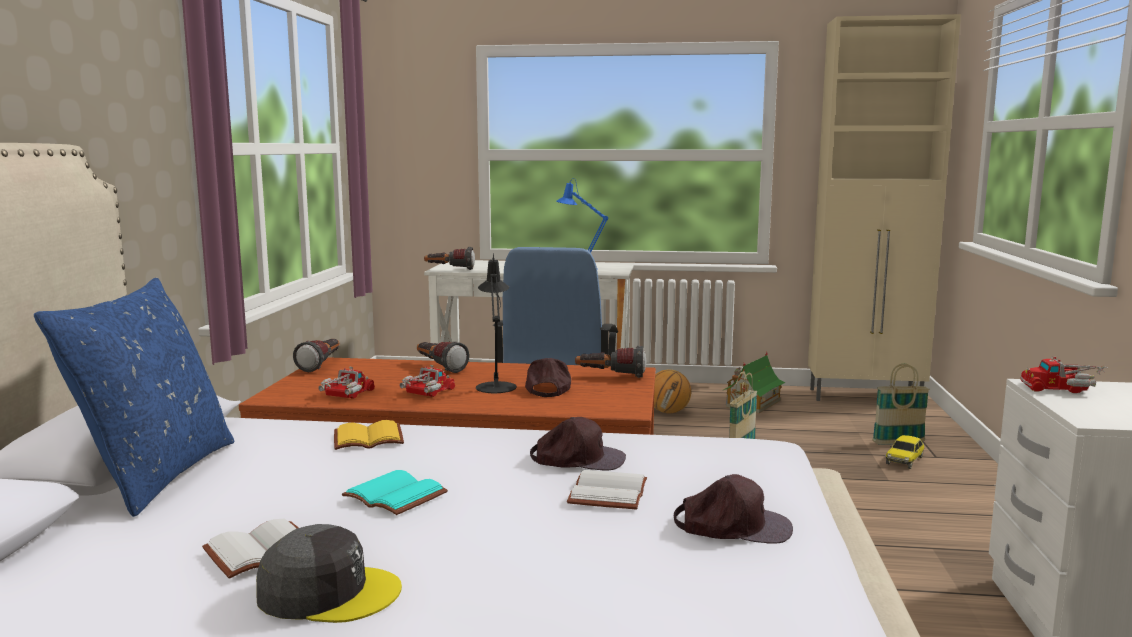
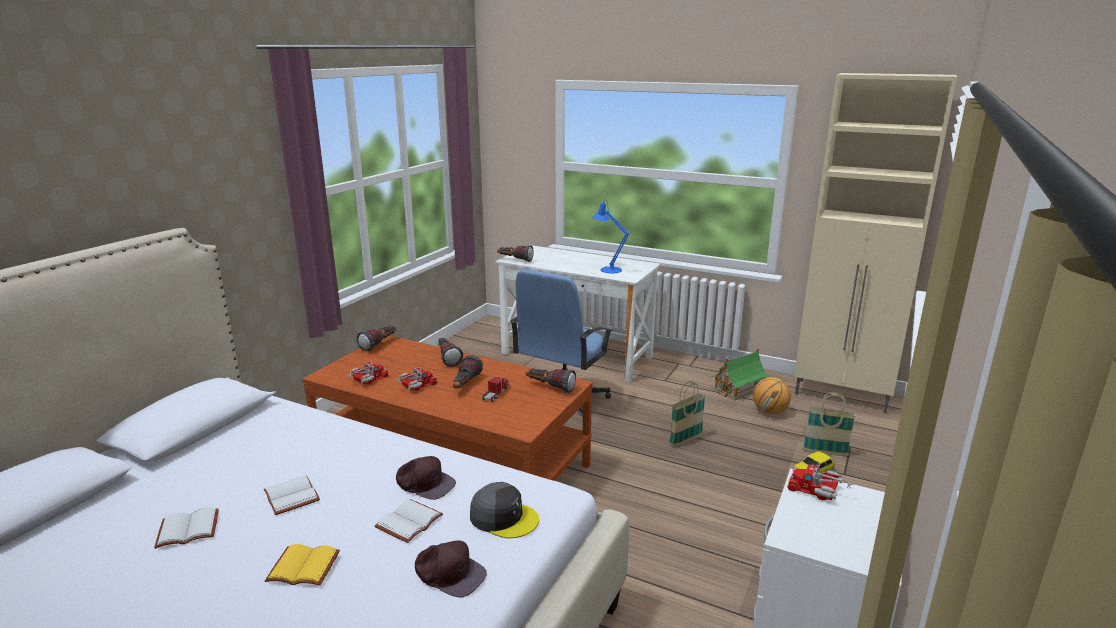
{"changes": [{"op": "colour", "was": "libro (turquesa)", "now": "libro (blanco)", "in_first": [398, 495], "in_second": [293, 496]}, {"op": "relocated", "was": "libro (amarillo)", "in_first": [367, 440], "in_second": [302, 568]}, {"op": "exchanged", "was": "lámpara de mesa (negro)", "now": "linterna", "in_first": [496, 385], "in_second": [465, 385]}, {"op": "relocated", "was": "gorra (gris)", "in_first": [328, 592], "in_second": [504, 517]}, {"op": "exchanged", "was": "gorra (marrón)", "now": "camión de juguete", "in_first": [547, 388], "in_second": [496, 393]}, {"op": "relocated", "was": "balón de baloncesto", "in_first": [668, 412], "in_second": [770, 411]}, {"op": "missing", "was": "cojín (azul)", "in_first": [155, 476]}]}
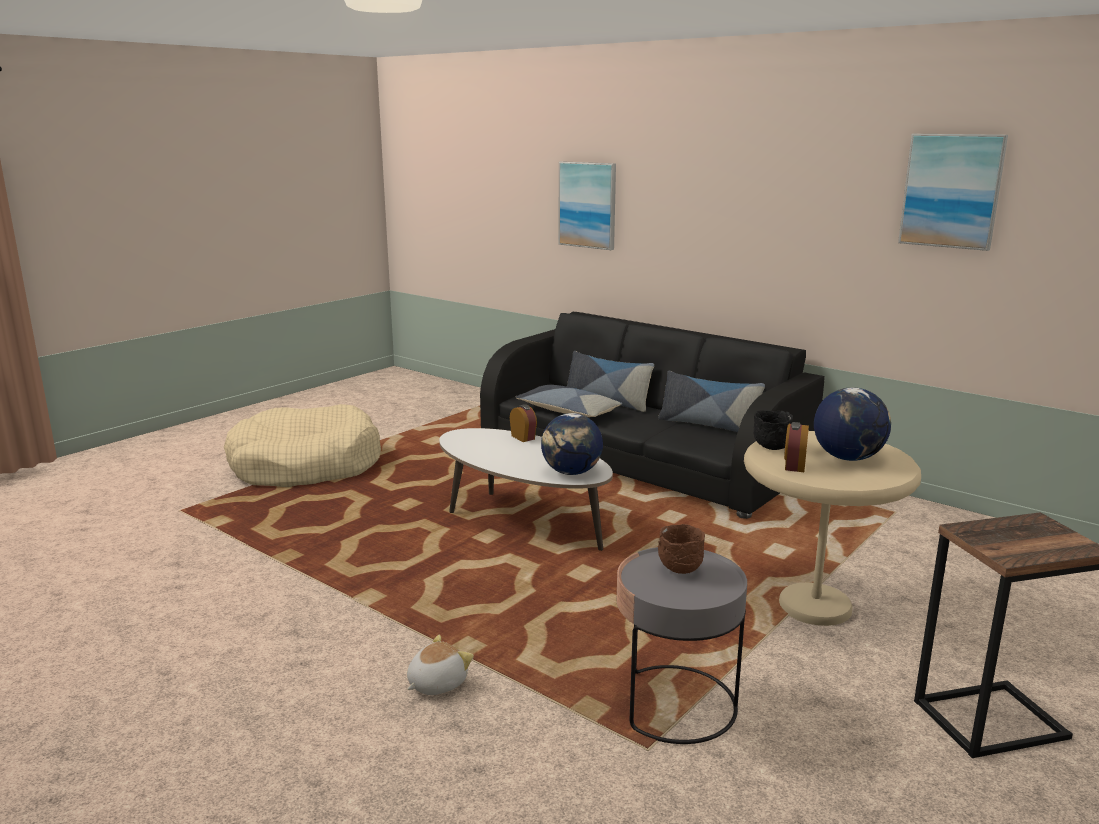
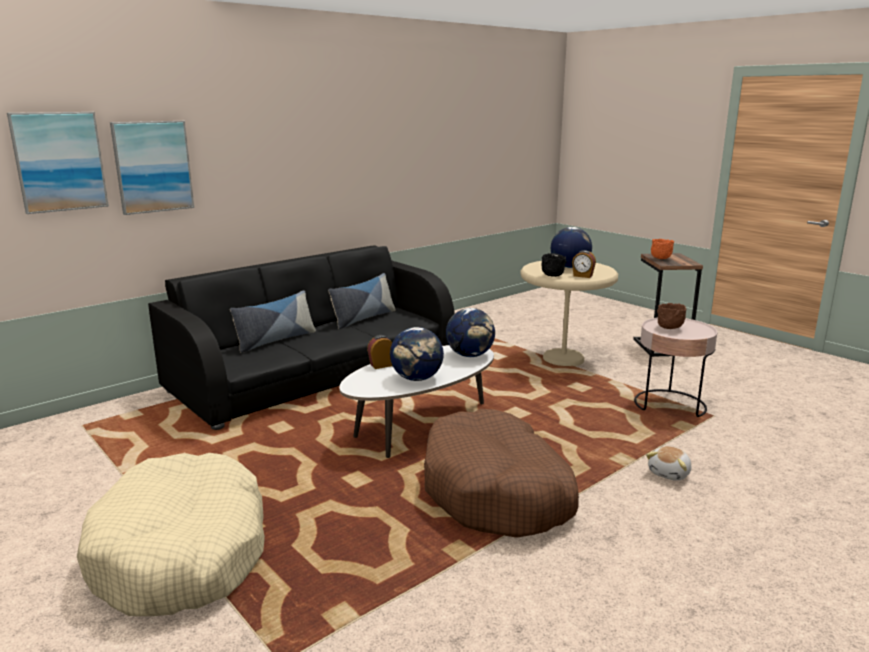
{"changes": [{"op": "relocated", "was": "cuadro", "in_first": [951, 191], "in_second": [59, 161]}, {"op": "appeared", "now": "globo terráqueo", "in_second": [417, 379]}, {"op": "appeared", "now": "cama para perro (marrón)", "in_second": [497, 492]}, {"op": "colour", "was": "mesa auxiliar (gris)", "now": "mesa auxiliar (rosa)", "in_first": [675, 704], "in_second": [670, 405]}, {"op": "spun", "was": "peluche", "in_first": [436, 683], "in_second": [670, 473], "clockwise": -105}, {"op": "appeared", "now": "cuenco (naranja)", "in_second": [660, 259]}, {"op": "missing", "was": "cojín", "in_first": [568, 411]}]}
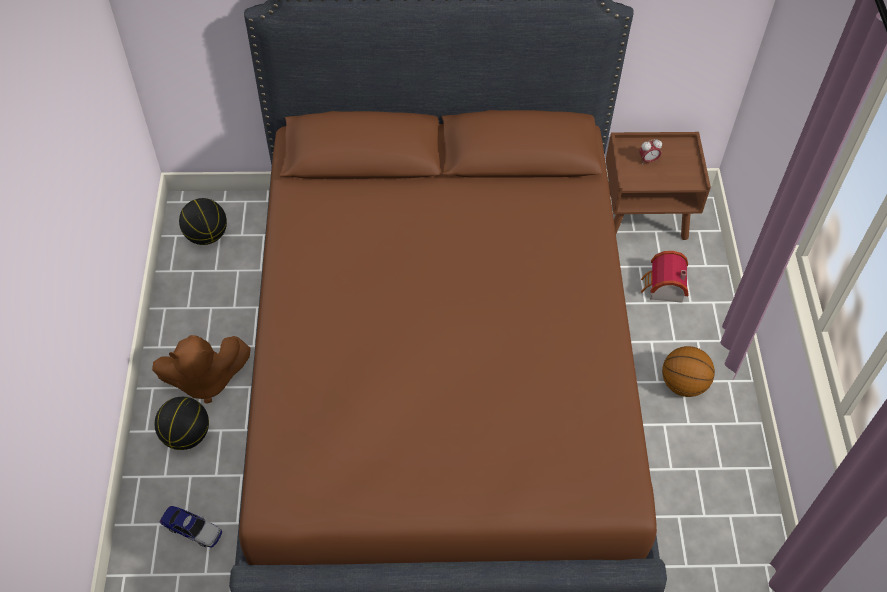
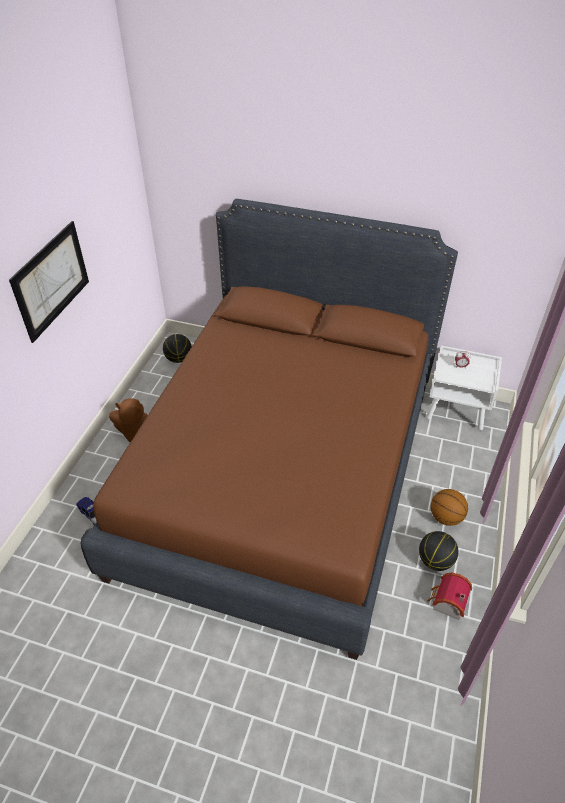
{"changes": [{"op": "appeared", "now": "cuadro", "in_second": [51, 280]}, {"op": "relocated", "was": "balón de baloncesto", "in_first": [186, 435], "in_second": [435, 561]}, {"op": "colour", "was": "mesita de noche (marrón)", "now": "mesita de noche (blanco)", "in_first": [645, 217], "in_second": [456, 411]}, {"op": "relocated", "was": "casita", "in_first": [663, 288], "in_second": [447, 603]}]}
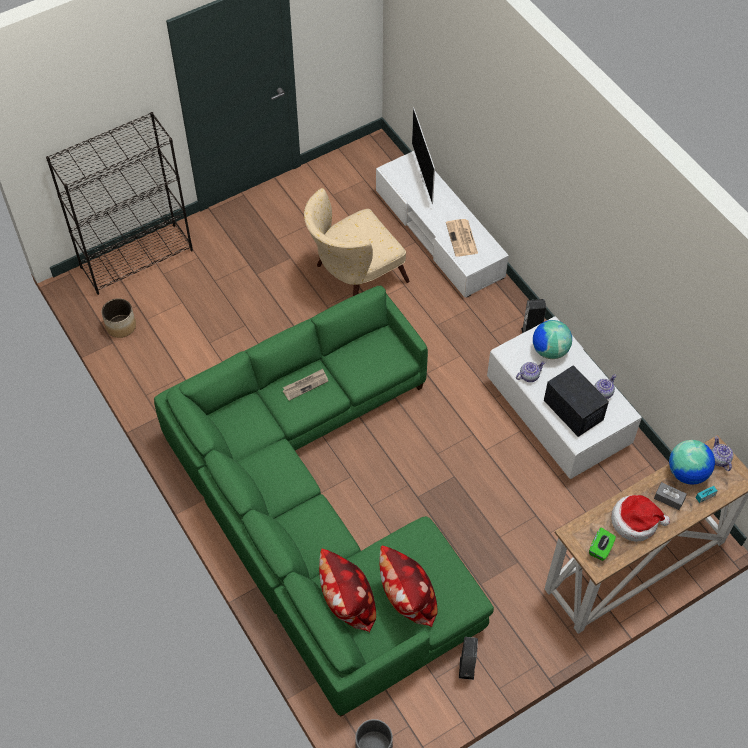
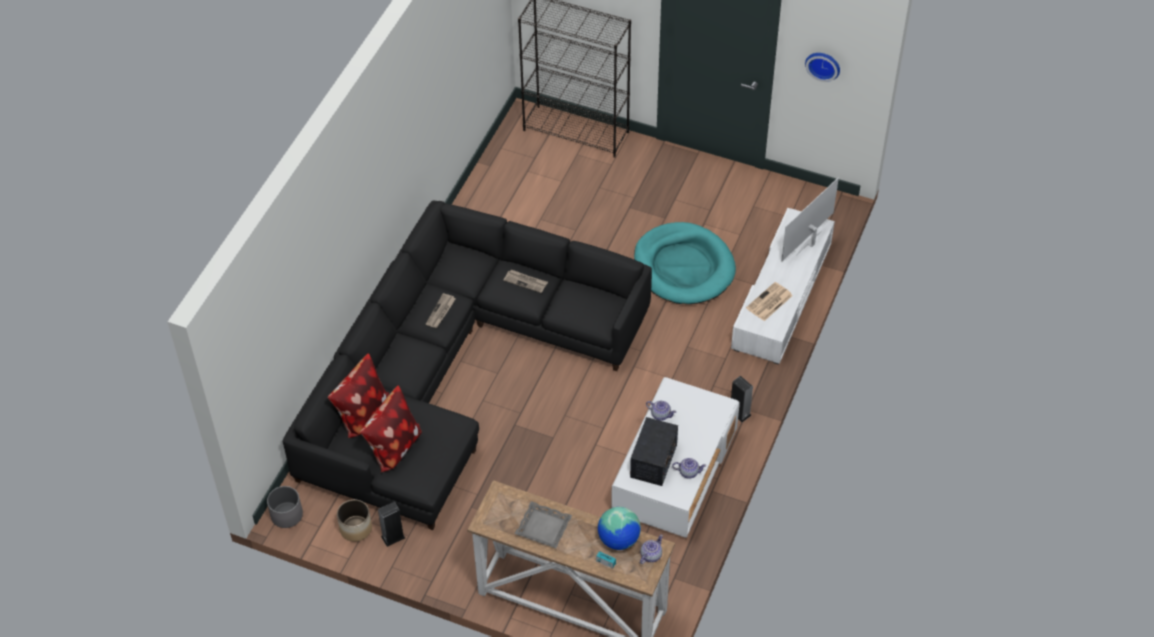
{"changes": [{"op": "colour", "was": "sofá (verde)", "now": "sofá (negro)", "in_first": [320, 508], "in_second": [454, 371]}, {"op": "relocated", "was": "maceta", "in_first": [121, 326], "in_second": [356, 528]}, {"op": "appeared", "now": "periódico", "in_second": [440, 312]}, {"op": "exchanged", "was": "sombrero", "now": "bandeja (gris)", "in_first": [635, 521], "in_second": [543, 527]}, {"op": "exchanged", "was": "sillón (beis)", "now": "cama para perro (turquesa)", "in_first": [353, 277], "in_second": [683, 267]}, {"op": "appeared", "now": "reloj de pared", "in_second": [823, 64]}, {"op": "missing", "was": "globo terráqueo", "in_first": [549, 350]}, {"op": "missing", "was": "caja de pañuelos (verde)", "in_first": [600, 549]}, {"op": "missing", "was": "caja de pañuelos (gris)", "in_first": [669, 499]}]}
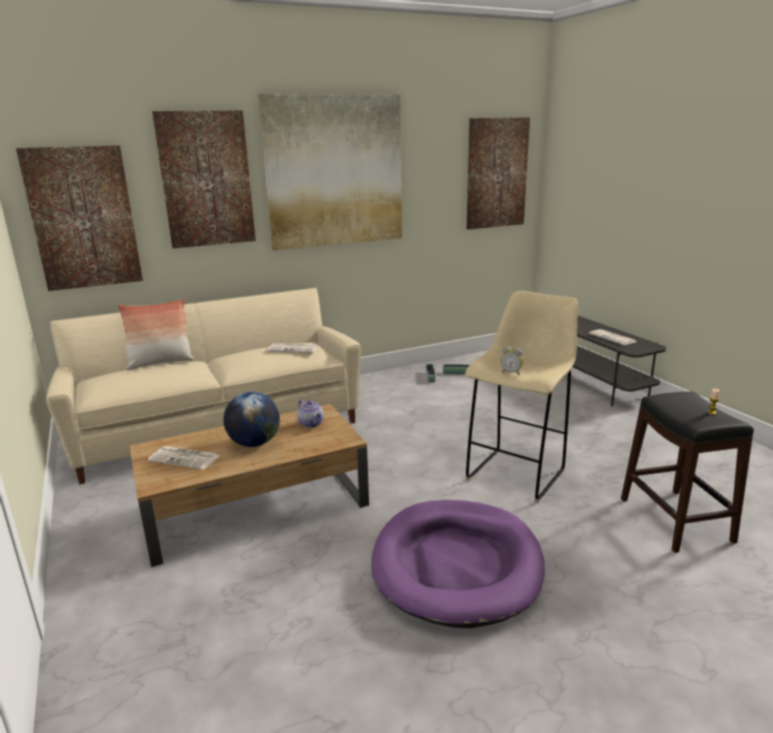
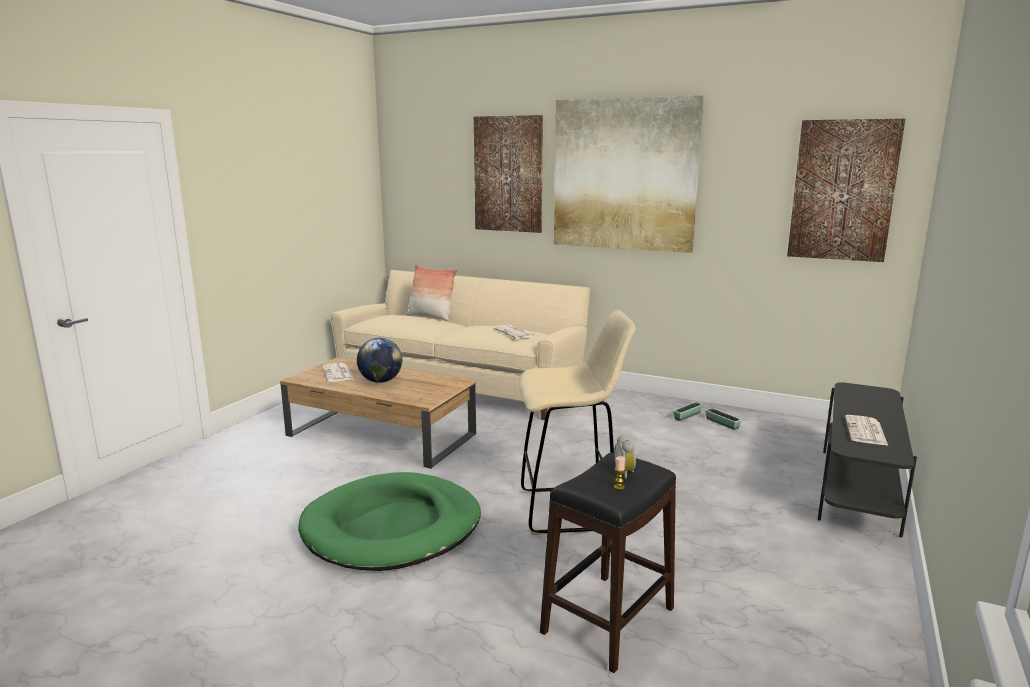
{"changes": [{"op": "colour", "was": "cama para perro (morado)", "now": "cama para perro (verde)", "in_first": [456, 565], "in_second": [392, 527]}, {"op": "relocated", "was": "despertador", "in_first": [511, 373], "in_second": [625, 473]}, {"op": "missing", "was": "cuadro", "in_first": [83, 218]}, {"op": "missing", "was": "tetera", "in_first": [311, 423]}]}
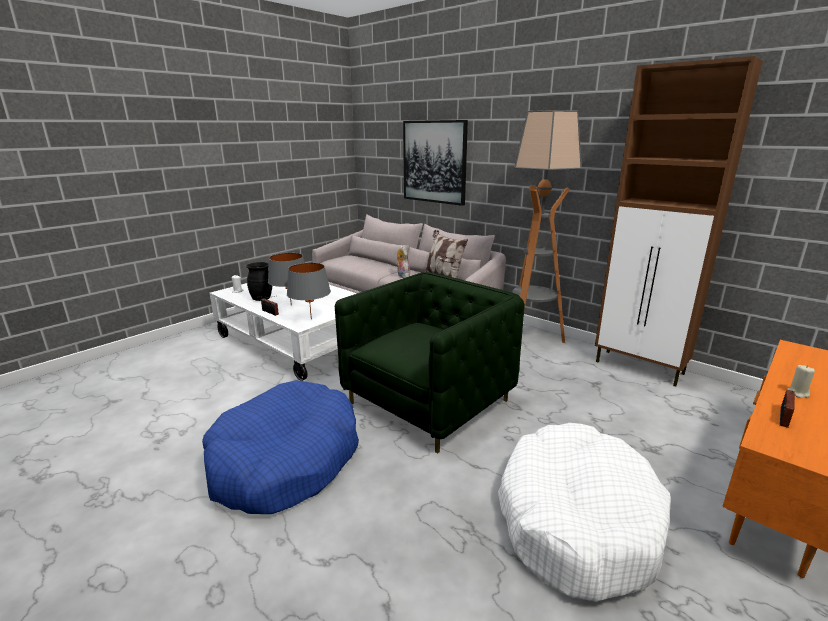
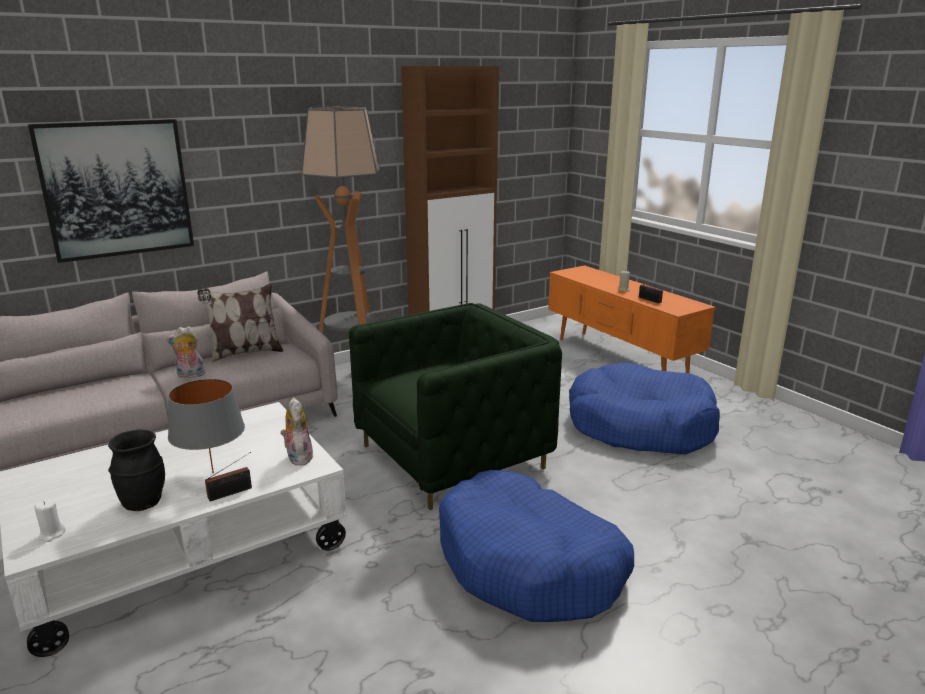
{"changes": [{"op": "exchanged", "was": "lámpara de mesa (gris)", "now": "peluche", "in_first": [311, 319], "in_second": [298, 457]}, {"op": "spun", "was": "sillón (verde)", "in_first": [429, 402], "in_second": [452, 456], "clockwise": 90}, {"op": "colour", "was": "cama para perro (blanco)", "now": "cama para perro (azul)", "in_first": [575, 520], "in_second": [640, 426]}]}
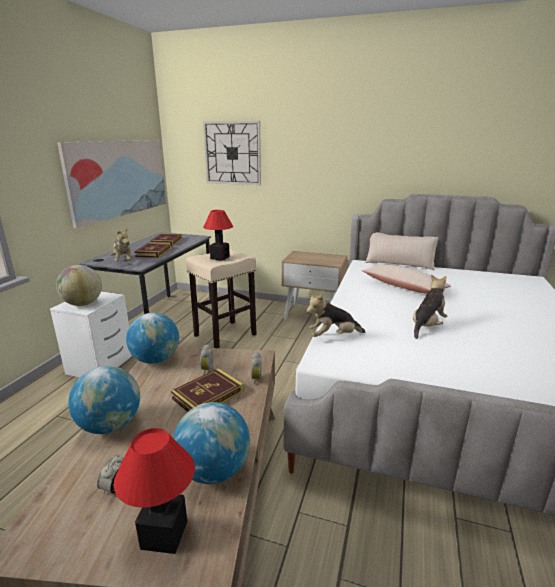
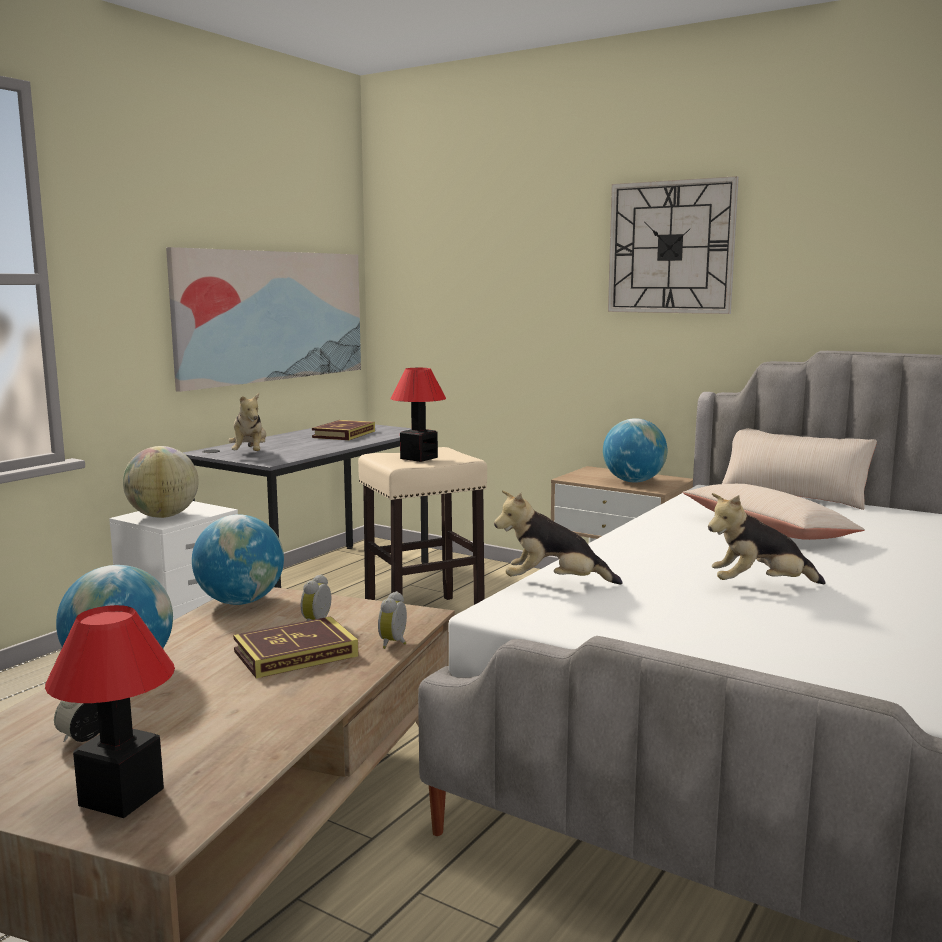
{"changes": [{"op": "relocated", "was": "globo terráqueo", "in_first": [213, 471], "in_second": [633, 481]}, {"op": "relocated", "was": "reloj de pared", "in_first": [232, 153], "in_second": [671, 247]}, {"op": "spun", "was": "peluche", "in_first": [427, 326], "in_second": [759, 586], "clockwise": -150}, {"op": "missing", "was": "libro", "in_first": [153, 252]}]}
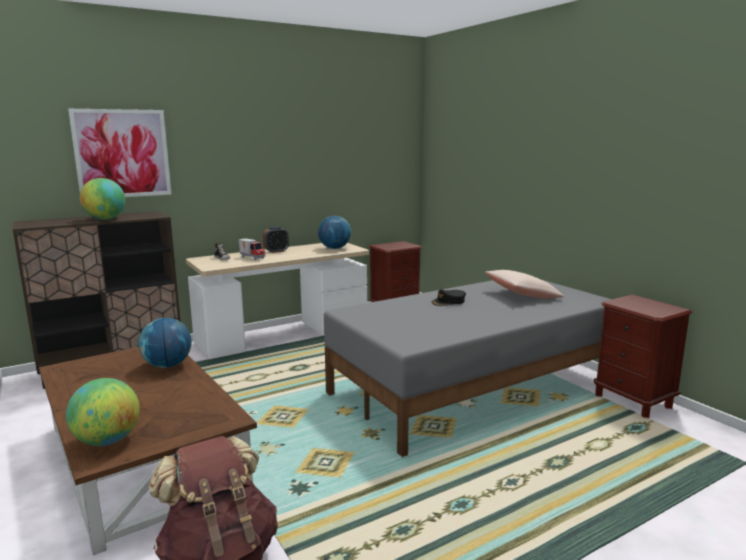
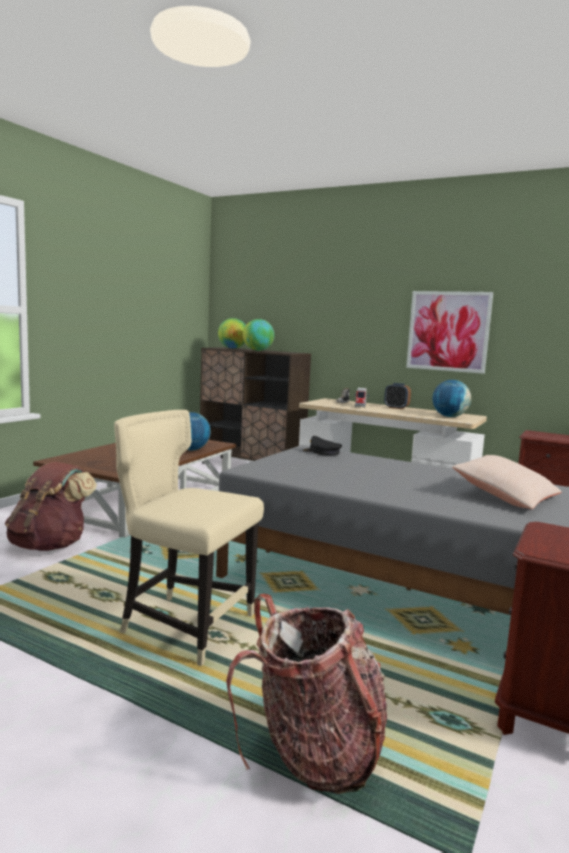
{"changes": [{"op": "appeared", "now": "silla (beis)", "in_second": [184, 626]}, {"op": "relocated", "was": "globo terráqueo", "in_first": [108, 441], "in_second": [232, 348]}, {"op": "appeared", "now": "mochila", "in_second": [313, 754]}, {"op": "relocated", "was": "gorra (negro)", "in_first": [449, 302], "in_second": [321, 452]}, {"op": "relocated", "was": "cuadro", "in_first": [122, 153], "in_second": [448, 331]}]}
